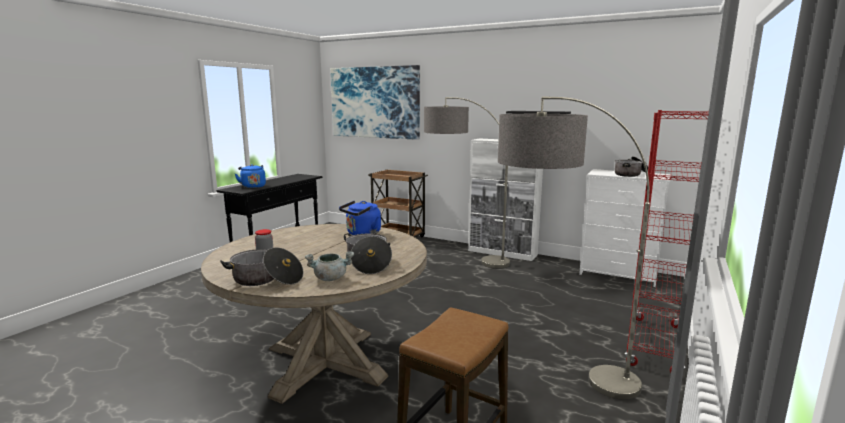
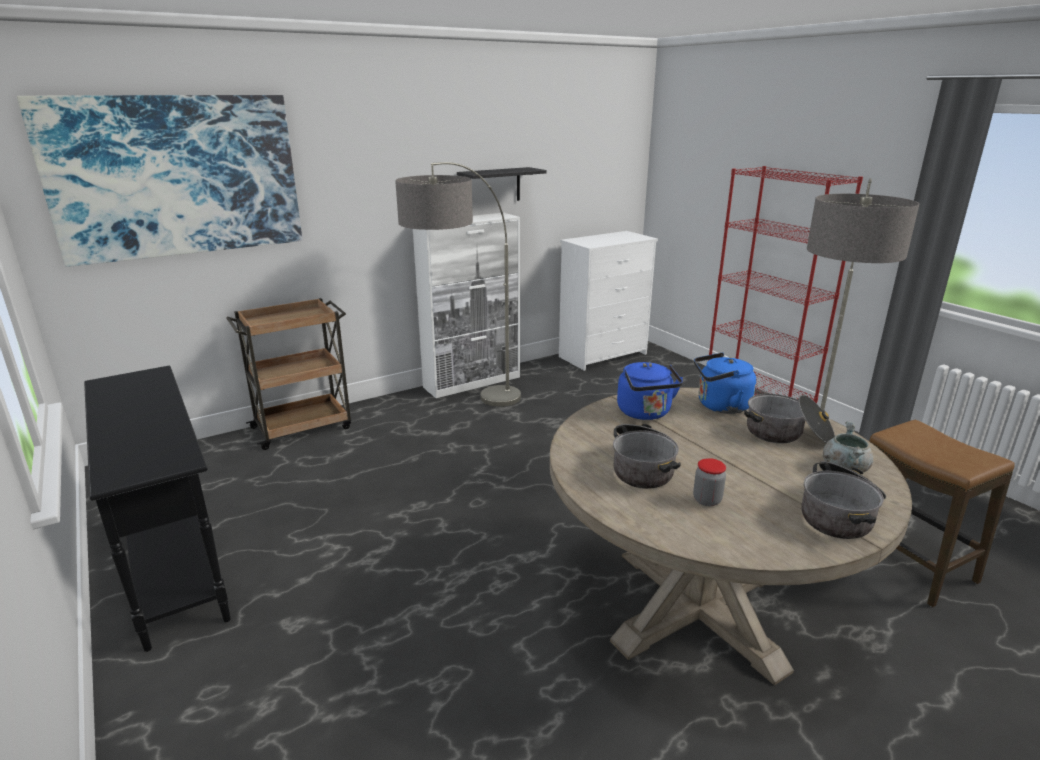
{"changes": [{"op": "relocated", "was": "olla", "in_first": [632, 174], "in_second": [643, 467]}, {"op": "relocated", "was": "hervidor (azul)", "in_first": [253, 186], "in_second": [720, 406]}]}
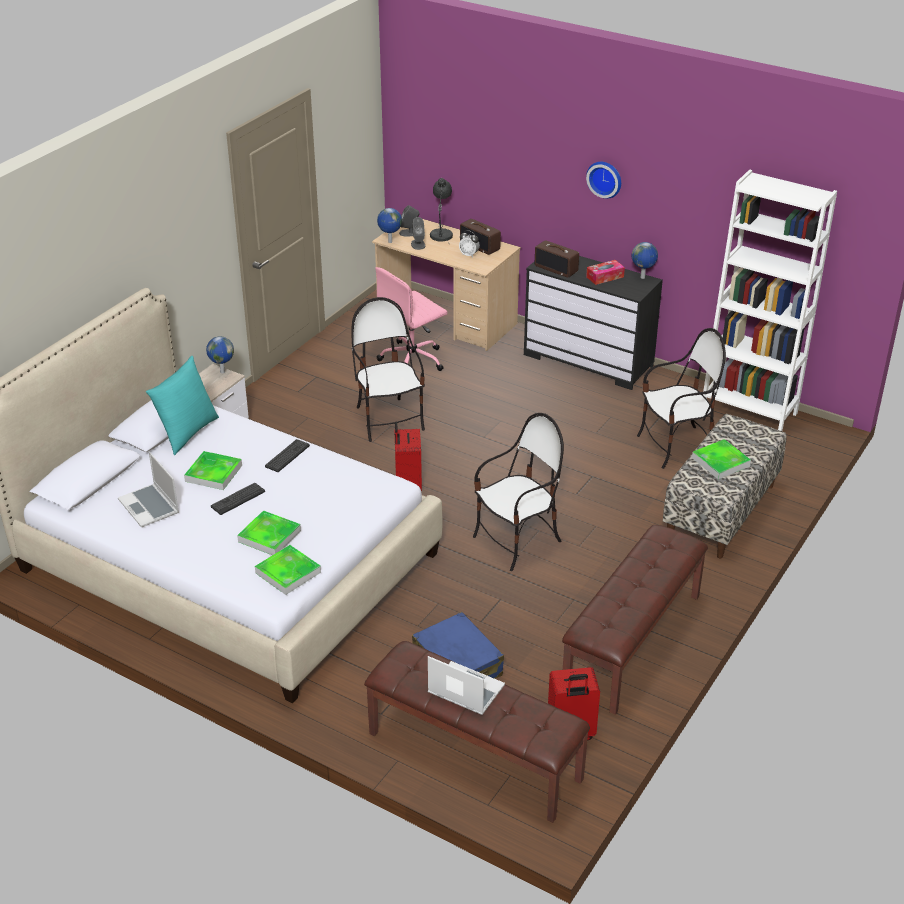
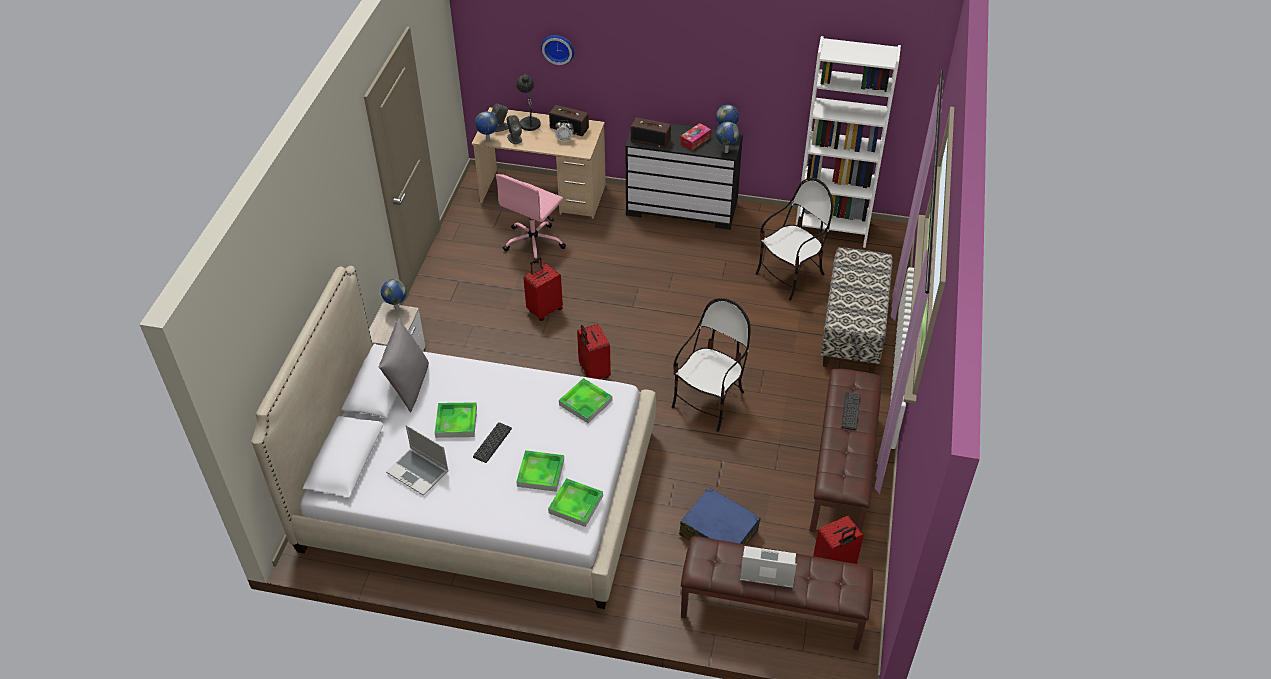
{"changes": [{"op": "colour", "was": "cojín (turquesa)", "now": "cojín (gris)", "in_first": [187, 433], "in_second": [409, 386]}, {"op": "exchanged", "was": "silla", "now": "maleta (rojo)", "in_first": [388, 420], "in_second": [544, 310]}, {"op": "relocated", "was": "reloj de pared", "in_first": [605, 178], "in_second": [558, 48]}, {"op": "relocated", "was": "bandeja", "in_first": [720, 462], "in_second": [585, 402]}, {"op": "appeared", "now": "globo terráqueo", "in_second": [726, 151]}, {"op": "relocated", "was": "teclado", "in_first": [287, 456], "in_second": [851, 411]}]}
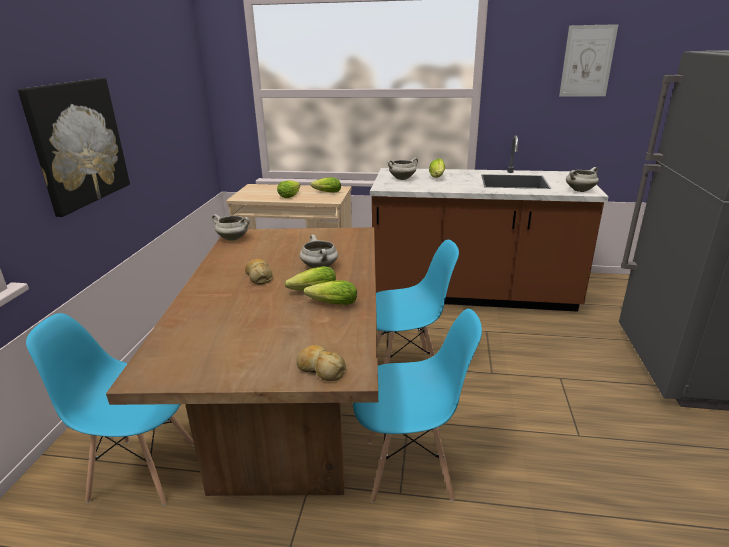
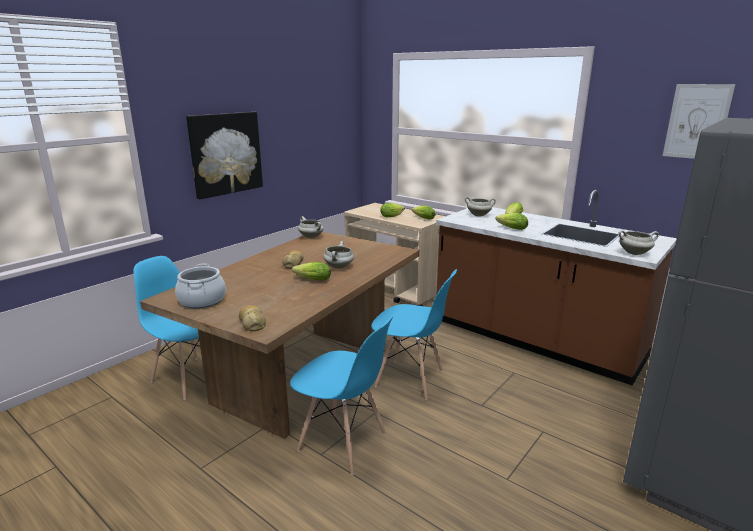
{"changes": [{"op": "appeared", "now": "olla", "in_second": [202, 300]}, {"op": "relocated", "was": "lechuga", "in_first": [330, 304], "in_second": [510, 228]}]}
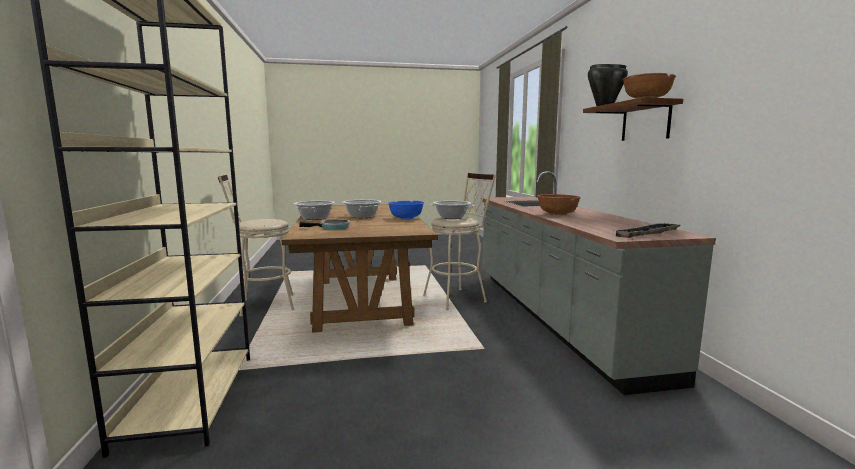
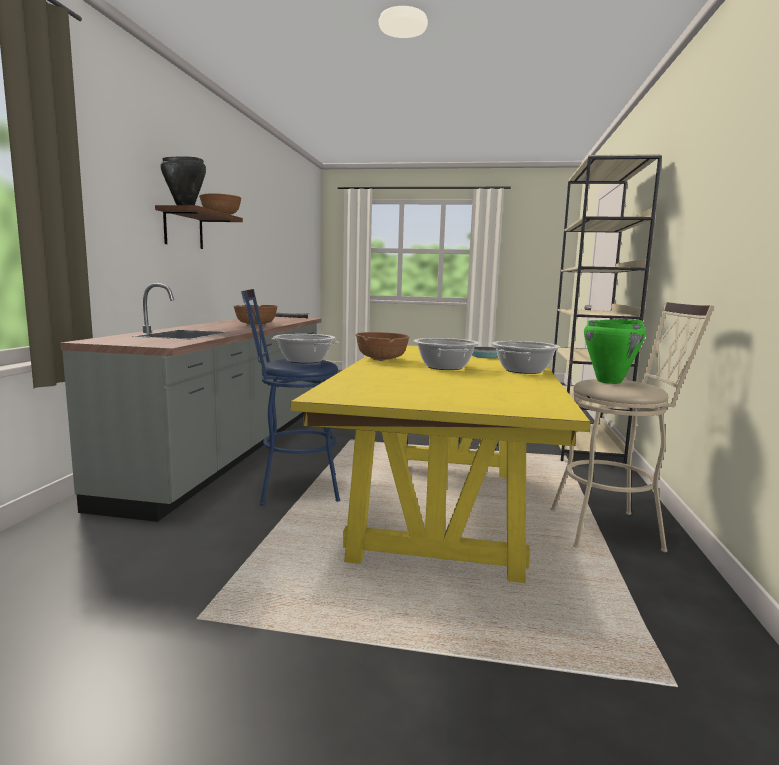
{"changes": [{"op": "colour", "was": "taburete (beis)", "now": "taburete (azul)", "in_first": [459, 298], "in_second": [291, 489]}, {"op": "colour", "was": "mesa de comedor (marrón)", "now": "mesa de comedor (amarillo)", "in_first": [361, 301], "in_second": [443, 509]}, {"op": "colour", "was": "cuenco (azul)", "now": "cuenco (marrón)", "in_first": [406, 218], "in_second": [382, 359]}, {"op": "appeared", "now": "olla (verde)", "in_second": [609, 381]}]}
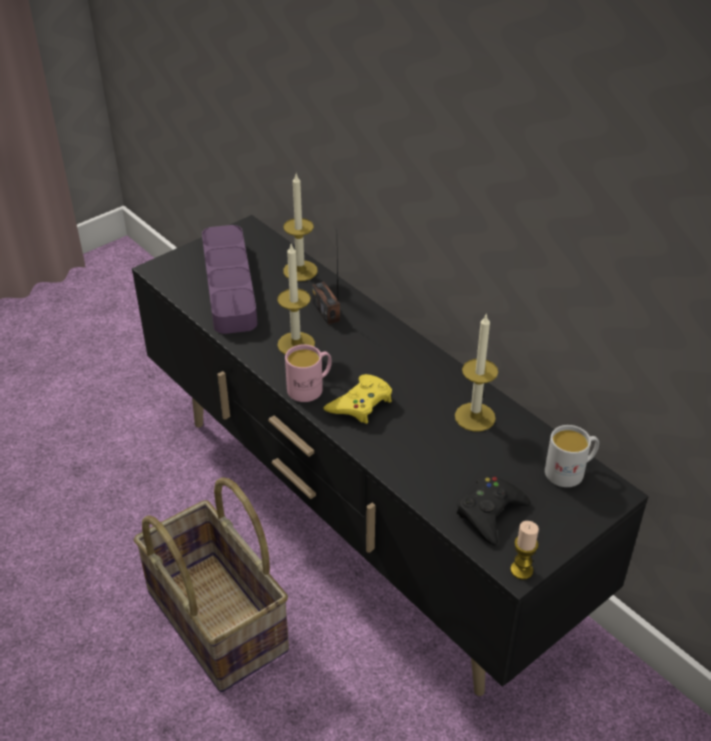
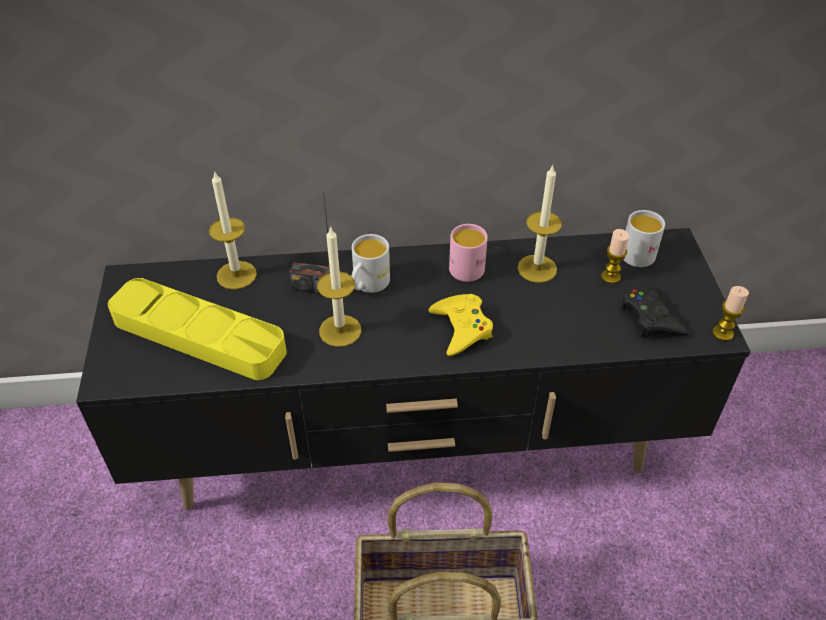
{"changes": [{"op": "colour", "was": "bandeja (morado)", "now": "bandeja (amarillo)", "in_first": [229, 284], "in_second": [198, 335]}, {"op": "appeared", "now": "taza grande (blanco)", "in_second": [368, 285]}, {"op": "relocated", "was": "taza grande (rosa)", "in_first": [310, 388], "in_second": [466, 265]}, {"op": "appeared", "now": "vela", "in_second": [610, 277]}]}
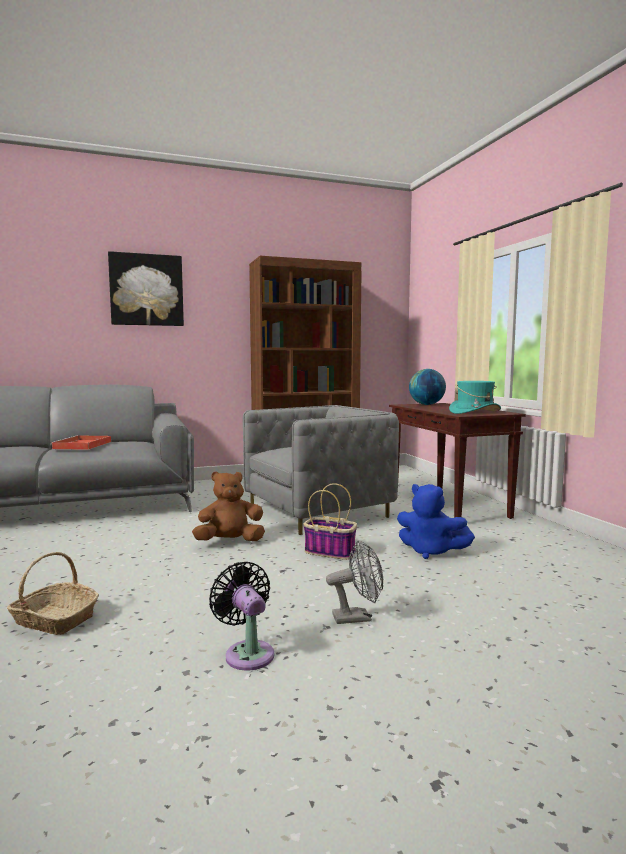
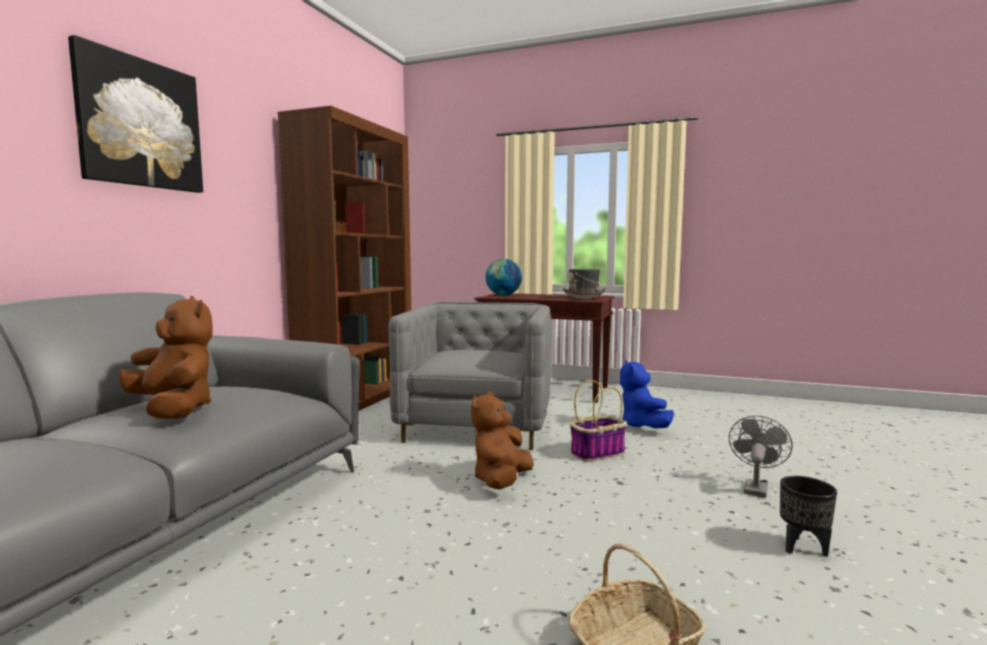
{"changes": [{"op": "exchanged", "was": "bandeja (rojo)", "now": "peluche (marrón)", "in_first": [82, 445], "in_second": [174, 410]}, {"op": "colour", "was": "sombrero (turquesa)", "now": "sombrero (gris)", "in_first": [474, 412], "in_second": [584, 298]}, {"op": "spun", "was": "peluche (azul)", "in_first": [430, 551], "in_second": [642, 426], "clockwise": 105}, {"op": "exchanged", "was": "ventilador (negro)", "now": "maceta (negro)", "in_first": [247, 653], "in_second": [804, 548]}]}
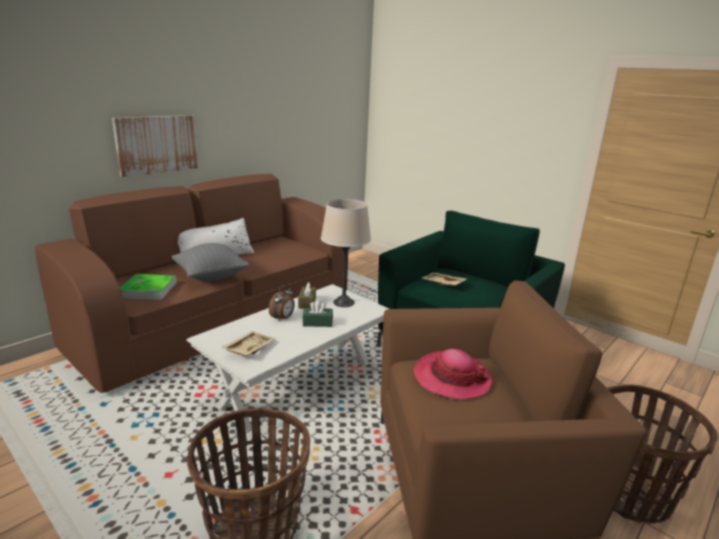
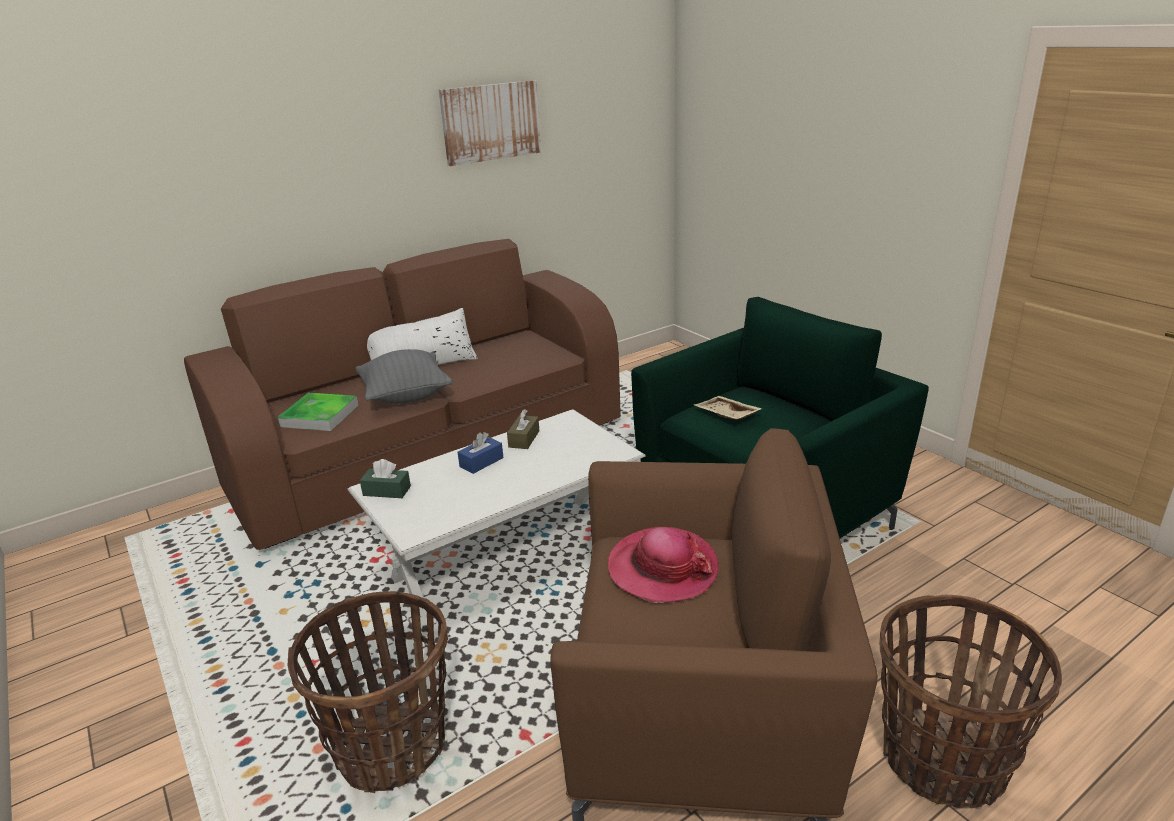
{"changes": [{"op": "relocated", "was": "caja de pañuelos (verde)", "in_first": [317, 323], "in_second": [387, 491]}, {"op": "relocated", "was": "cuadro", "in_first": [157, 144], "in_second": [491, 122]}, {"op": "exchanged", "was": "despertador", "now": "caja de pañuelos (azul)", "in_first": [283, 318], "in_second": [481, 462]}, {"op": "missing", "was": "bandeja (beis)", "in_first": [248, 349]}, {"op": "missing", "was": "lámpara de mesa (beis)", "in_first": [343, 302]}]}
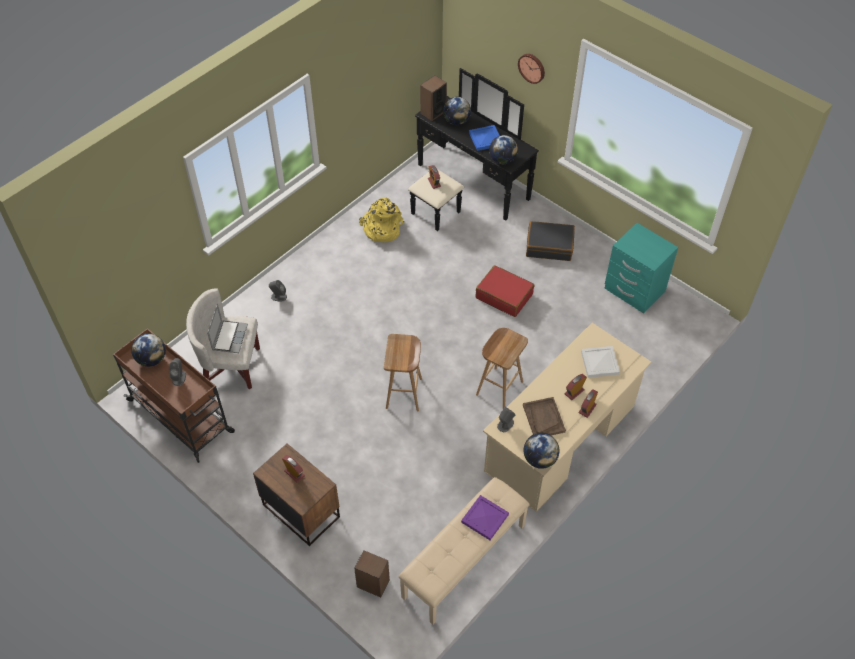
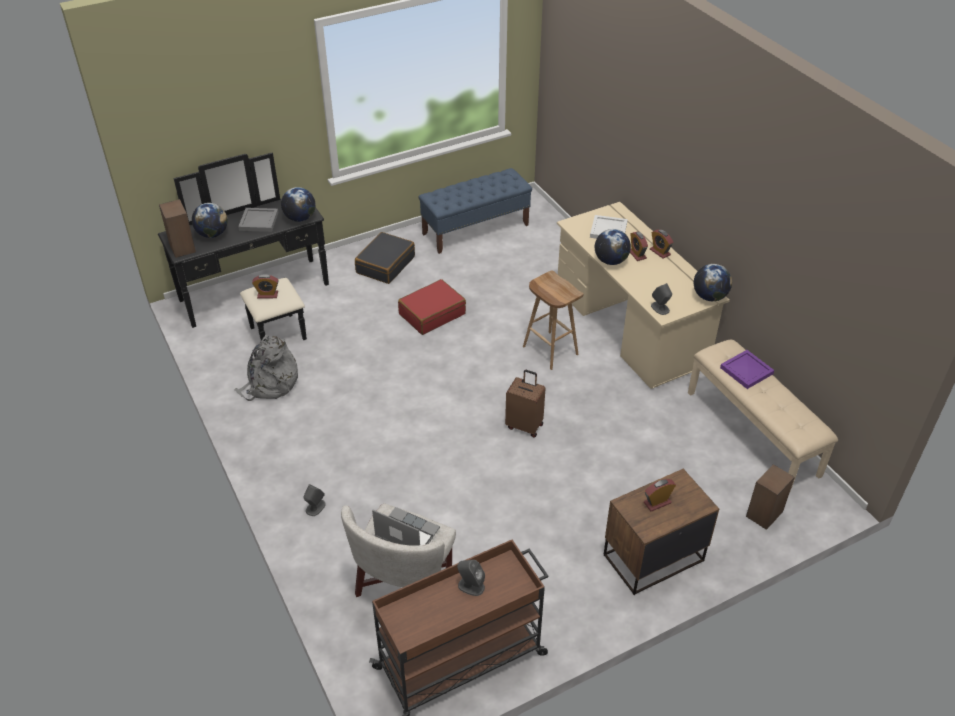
{"changes": [{"op": "colour", "was": "mochila (amarillo)", "now": "mochila (gris)", "in_first": [381, 229], "in_second": [270, 384]}, {"op": "colour", "was": "bandeja (azul)", "now": "bandeja (gris)", "in_first": [486, 138], "in_second": [258, 221]}, {"op": "exchanged", "was": "mesita de noche (turquesa)", "now": "banco (azul)", "in_first": [634, 290], "in_second": [476, 229]}, {"op": "exchanged", "was": "taburete (marrón)", "now": "maleta (marrón)", "in_first": [404, 394], "in_second": [525, 425]}, {"op": "relocated", "was": "globo terráqueo", "in_first": [152, 359], "in_second": [610, 261]}, {"op": "missing", "was": "reloj de pared", "in_first": [532, 67]}, {"op": "missing", "was": "bandeja (marrón)", "in_first": [543, 418]}]}
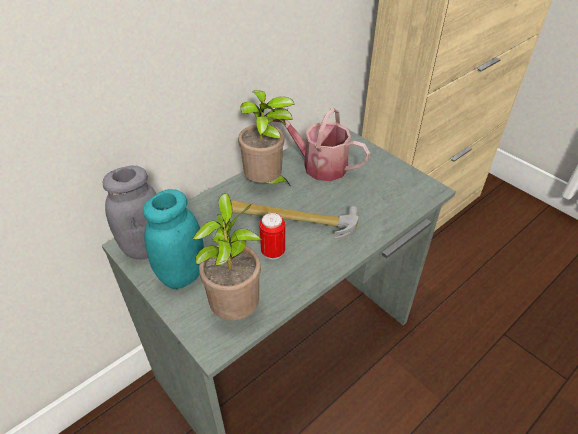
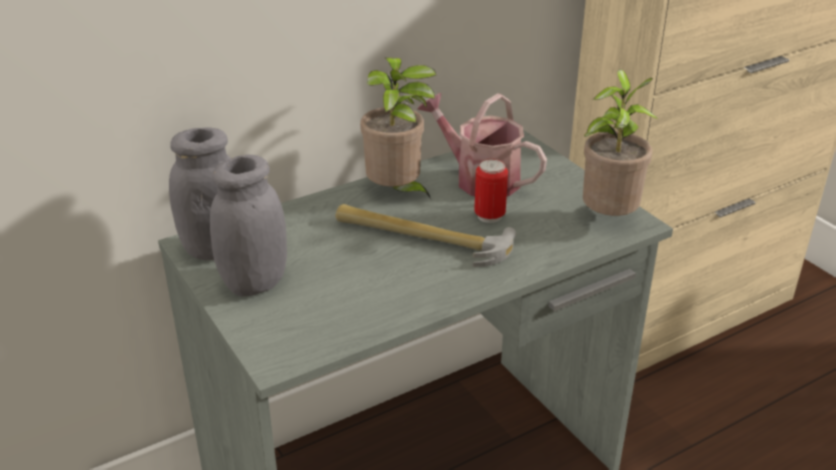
{"changes": [{"op": "colour", "was": "tarro (turquesa)", "now": "tarro (gris)", "in_first": [182, 275], "in_second": [255, 283]}, {"op": "relocated", "was": "lata", "in_first": [273, 252], "in_second": [489, 216]}, {"op": "relocated", "was": "planta en maceta", "in_first": [236, 309], "in_second": [608, 219]}]}
